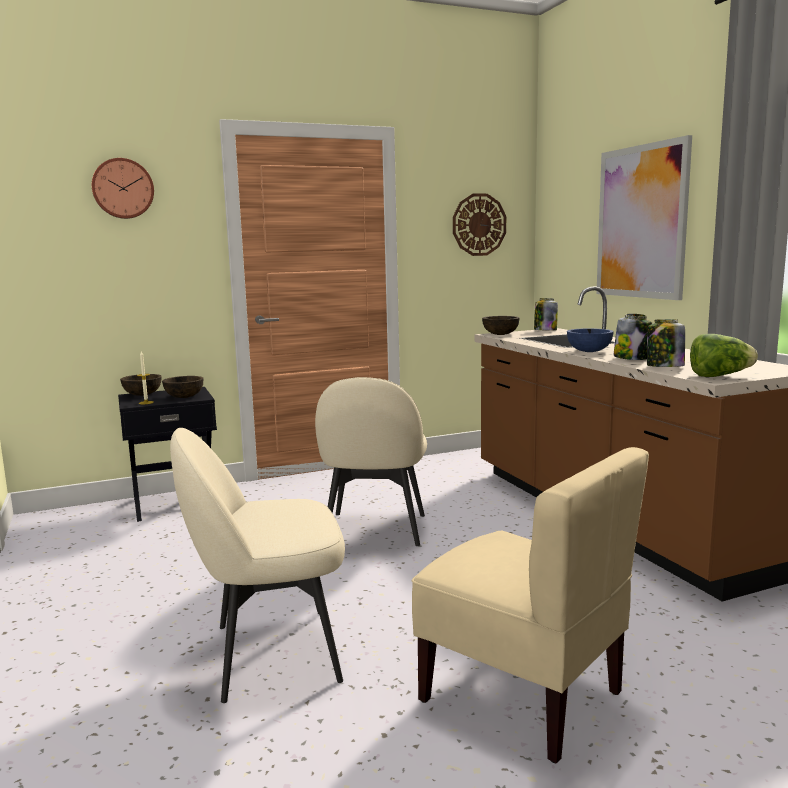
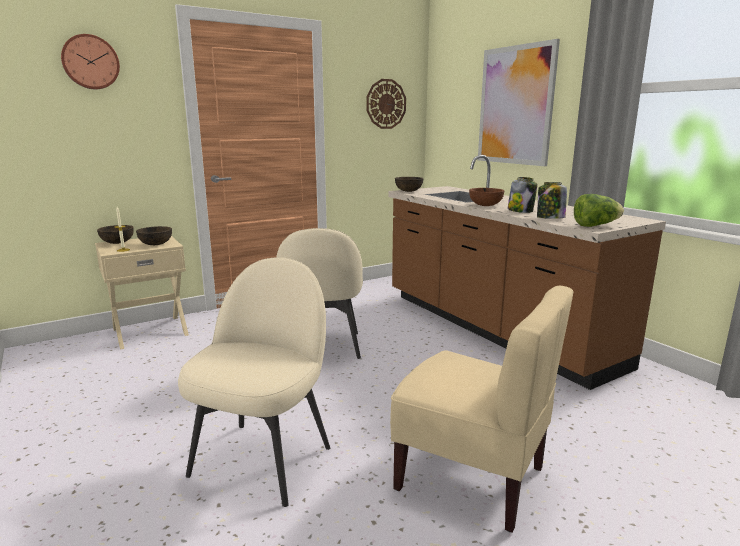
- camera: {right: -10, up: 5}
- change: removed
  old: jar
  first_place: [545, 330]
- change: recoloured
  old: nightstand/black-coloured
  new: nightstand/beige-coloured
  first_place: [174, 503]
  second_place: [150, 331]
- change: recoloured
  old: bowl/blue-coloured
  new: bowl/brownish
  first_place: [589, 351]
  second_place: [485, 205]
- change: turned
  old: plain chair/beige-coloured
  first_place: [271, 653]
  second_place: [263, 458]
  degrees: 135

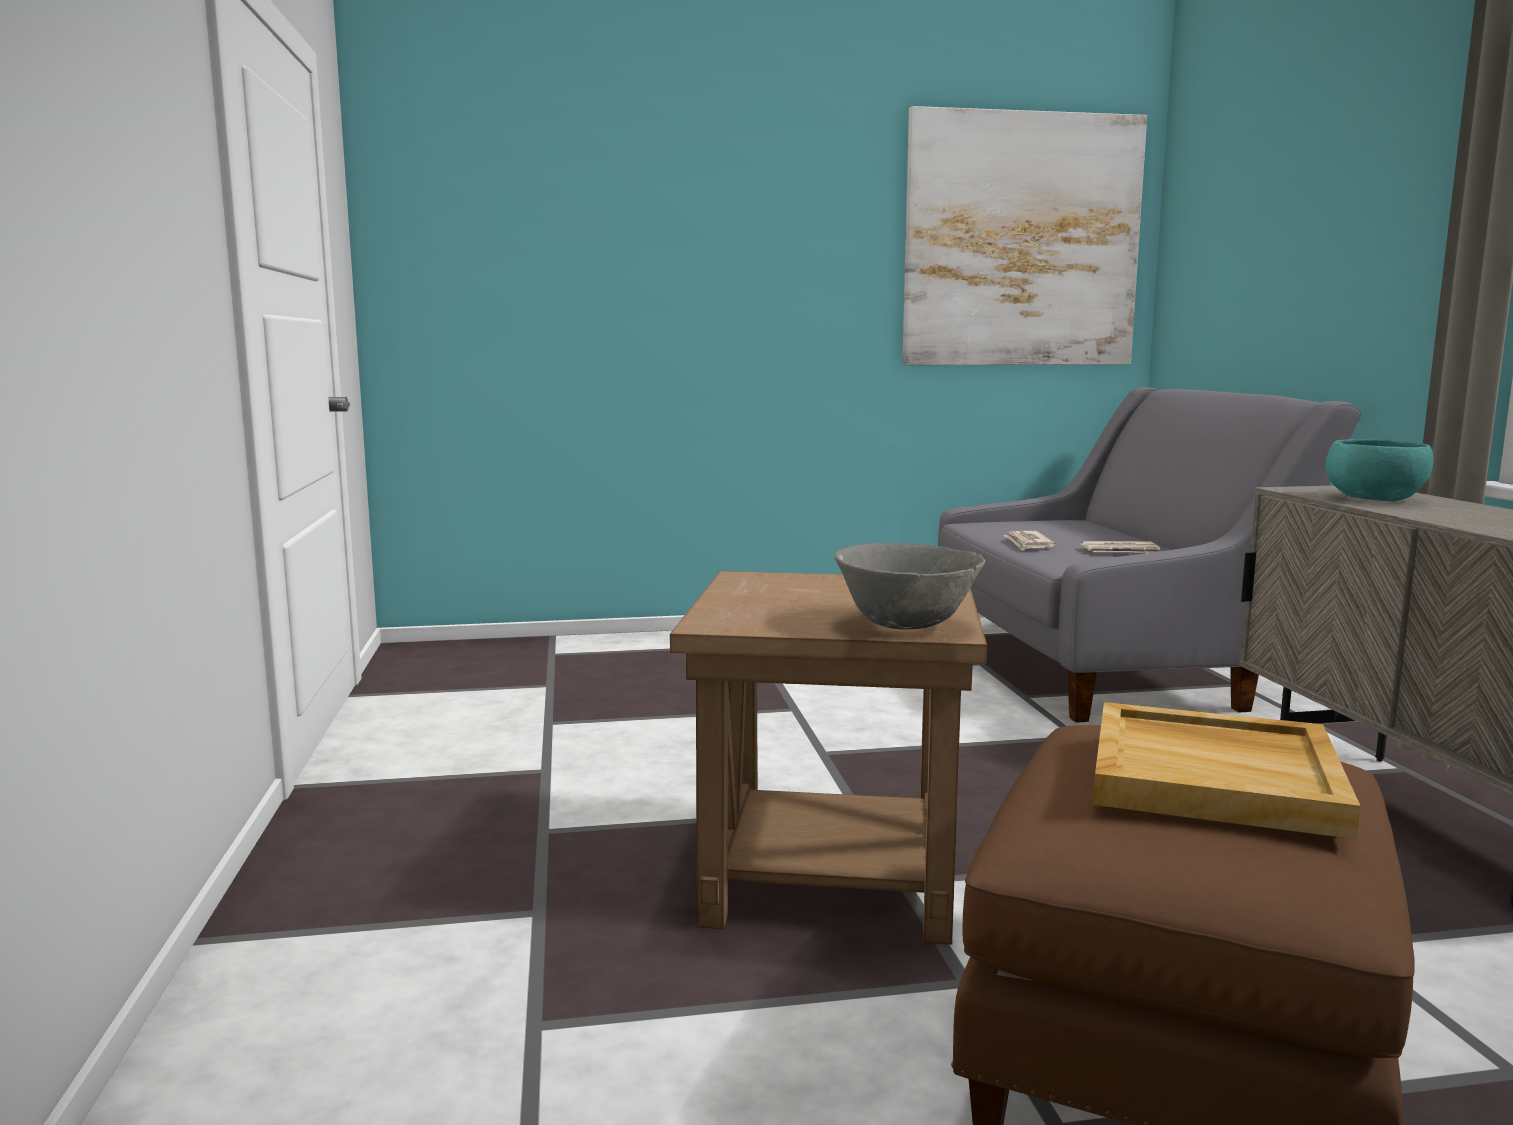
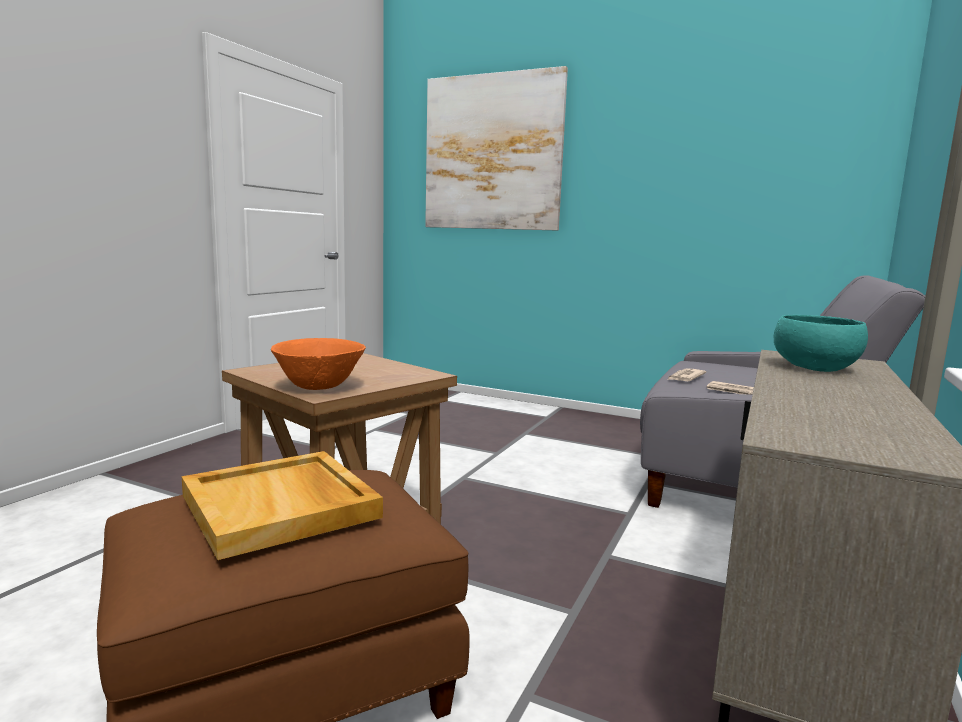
- camera: {right: 35, up: 0}
- change: moved
  old: wall art
  first_place: [1022, 241]
  second_place: [492, 153]
- change: recoloured
  old: bowl/grey
  new: bowl/orangey
  first_place: [906, 625]
  second_place: [320, 387]

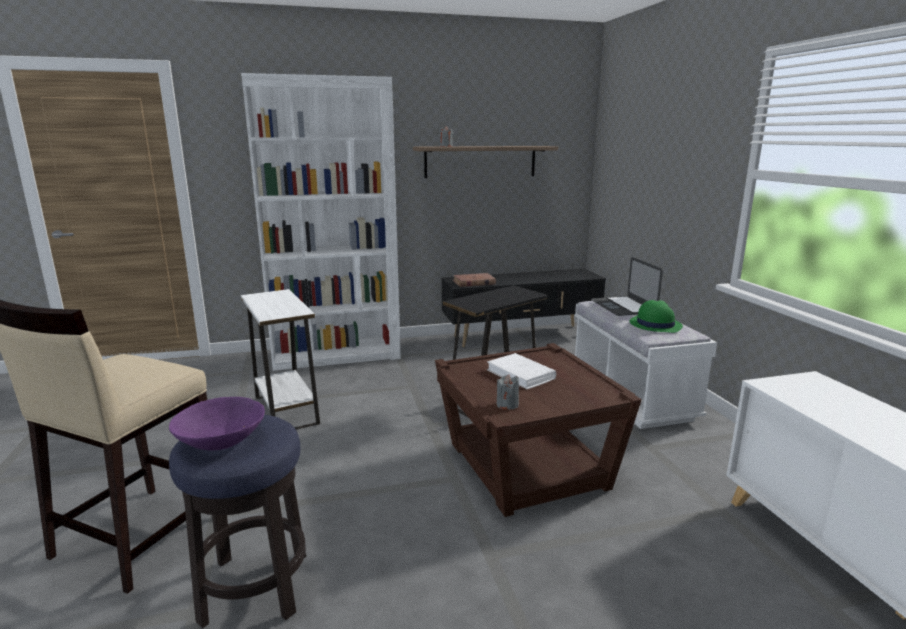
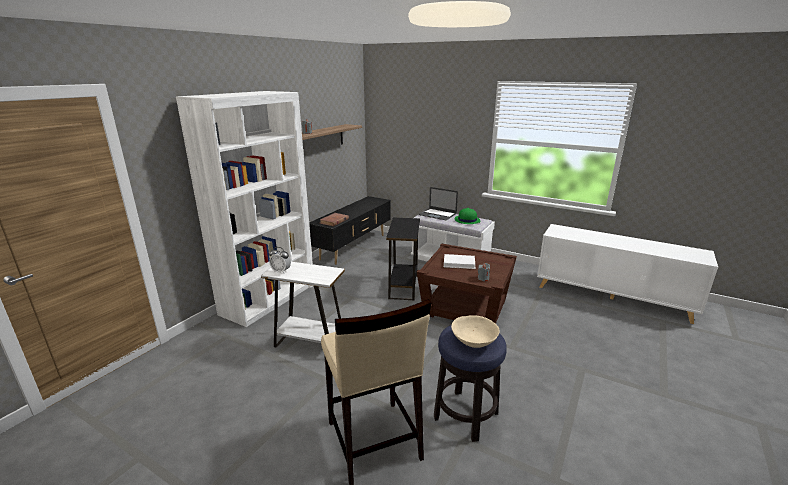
- camera: {right: -45, up: 5}
- change: added
  new: alarm clock
  second_place: [281, 271]
- change: recoloured
  old: bowl/purple-coloured
  new: bowl/beige-coloured
  first_place: [222, 440]
  second_place: [473, 341]

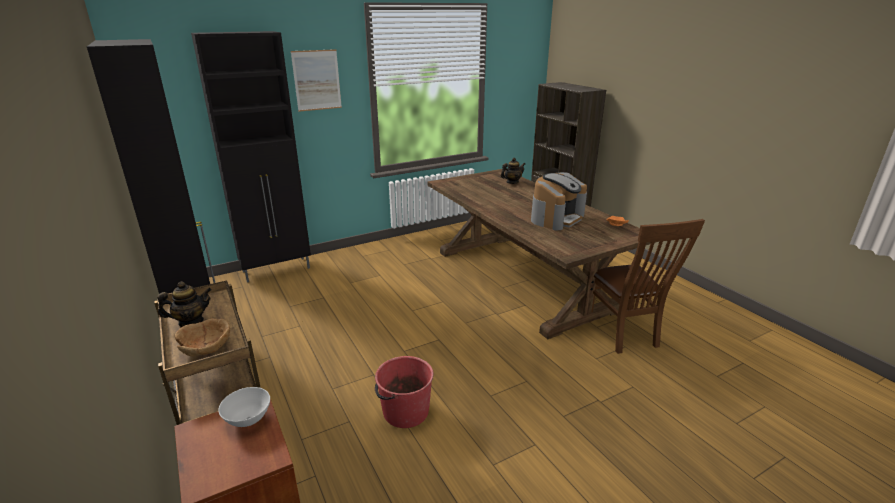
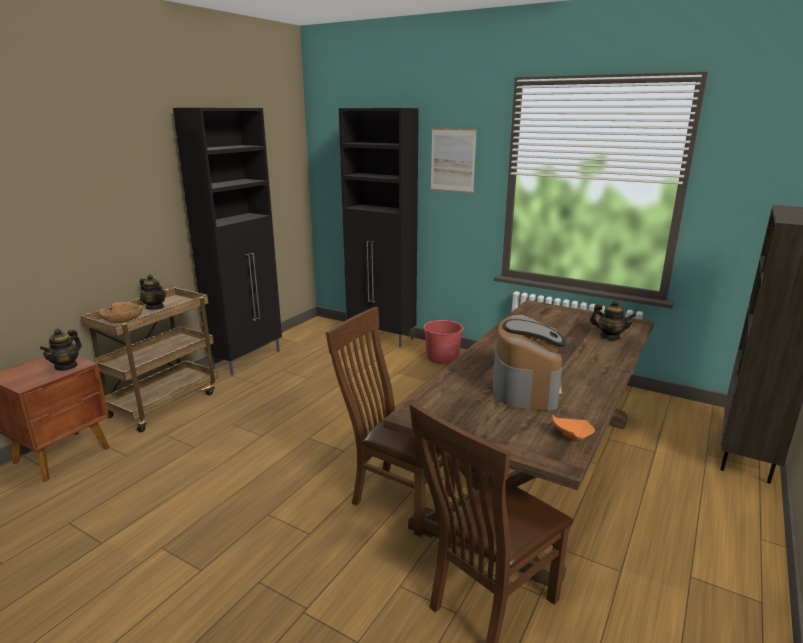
- camera: {right: 60, up: -5}
- change: added
  new: plain chair/brownish
  second_place: [397, 497]
- change: moved
  old: pail/red-coloured
  first_place: [405, 411]
  second_place: [442, 357]
- change: replaced
  old: bowl/whitish
  new: pot for tea
  first_place: [249, 420]
  second_place: [66, 366]
- change: turned
  old: coffee machine
  first_place: [556, 218]
  second_place: [526, 387]
  degrees: -90

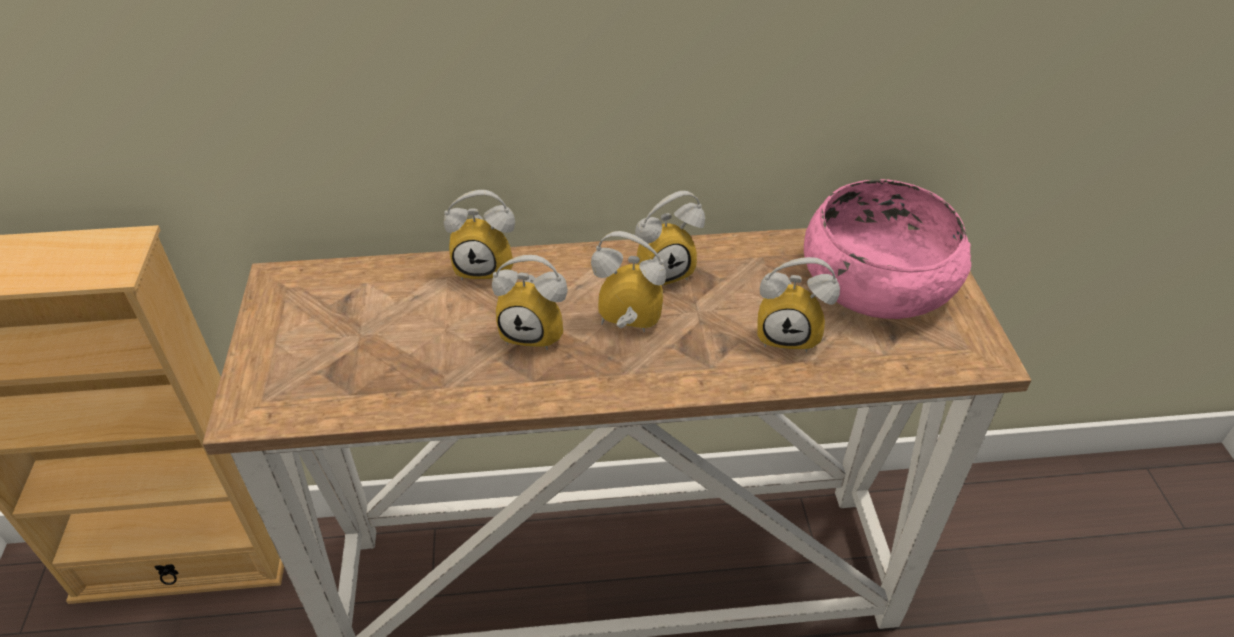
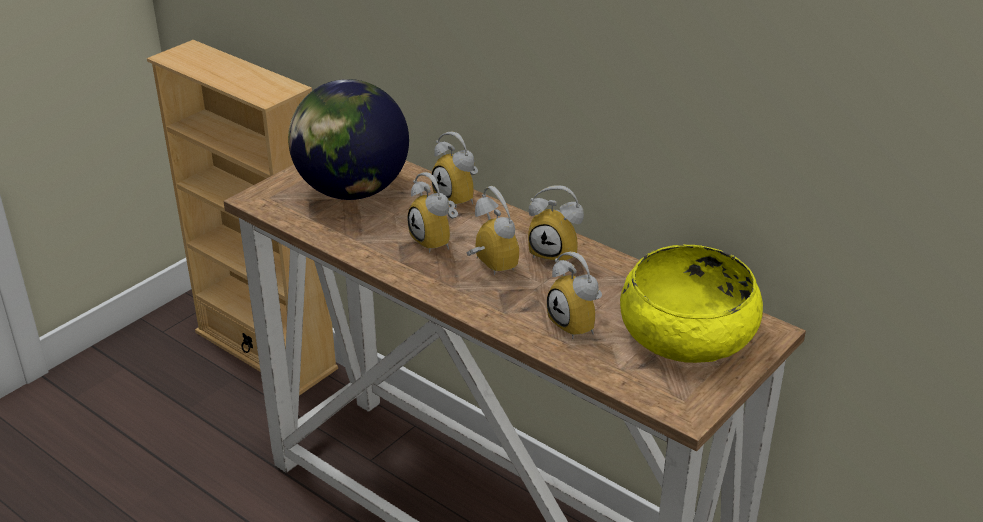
- camera: {right: 45, up: -10}
- change: added
  new: desk globe
  second_place: [351, 191]
- change: recoloured
  old: bowl/pink
  new: bowl/yellowish
  first_place: [877, 280]
  second_place: [687, 333]

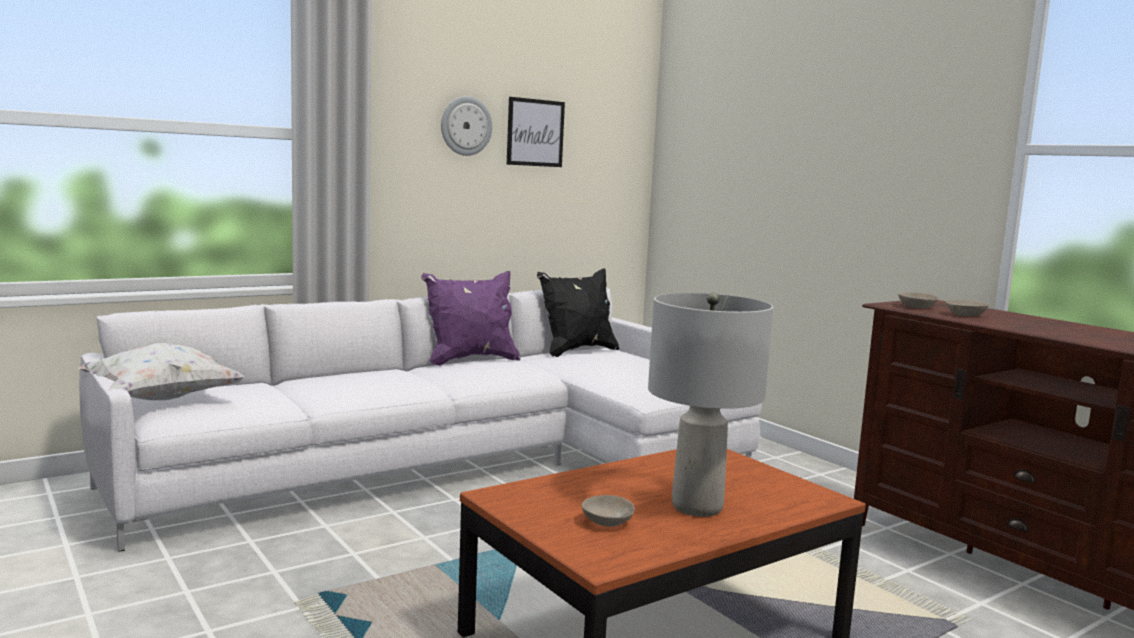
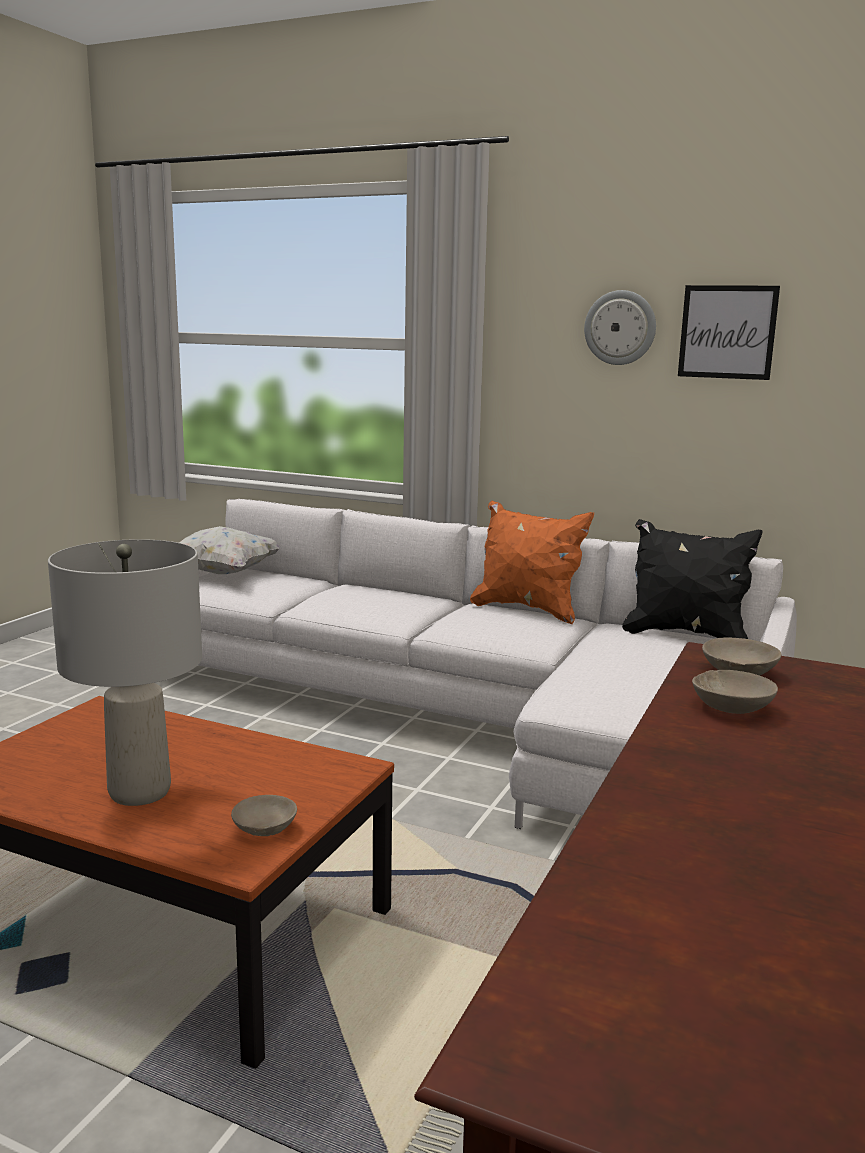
- camera: {right: 60, up: 5}
- change: moved
  old: bowl/beige-coloured
  first_place: [606, 521]
  second_place: [265, 827]
- change: recoloured
  old: cushion/purple-coloured
  new: cushion/orangey
  first_place: [470, 360]
  second_place: [527, 610]

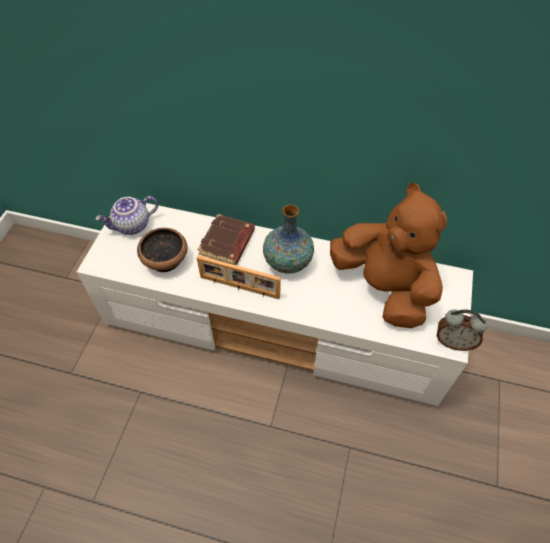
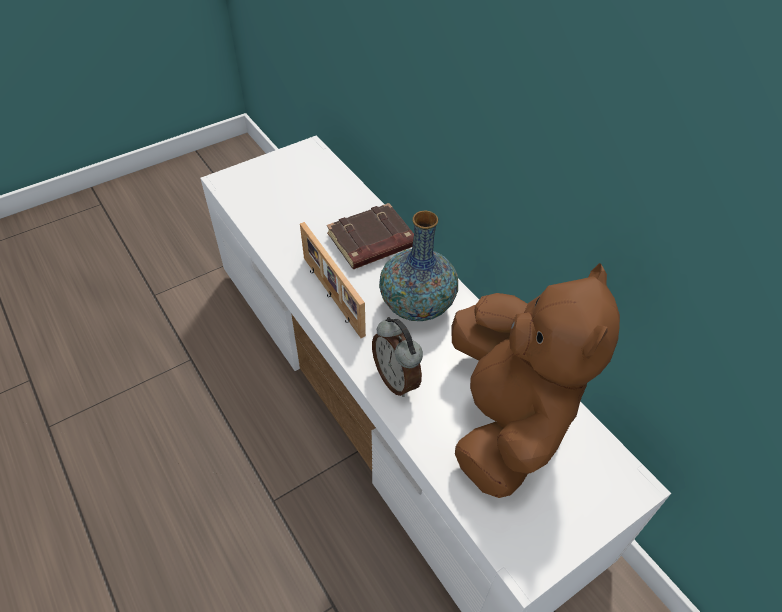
- camera: {right: 40, up: -5}
- change: removed
  old: pot for tea
  first_place: [132, 226]
- change: removed
  old: bowl
  first_place: [166, 260]
- change: moved
  old: alarm clock
  first_place: [453, 342]
  second_place: [397, 379]

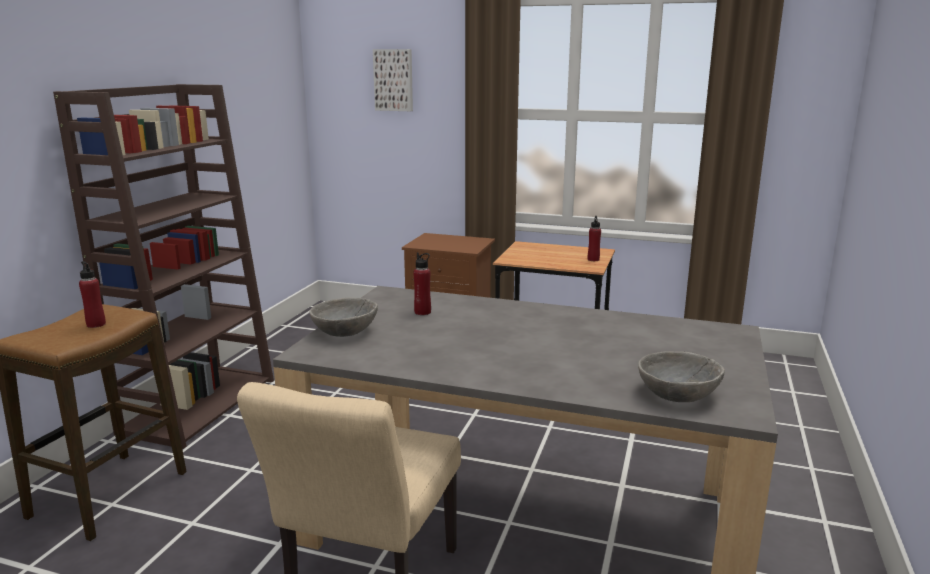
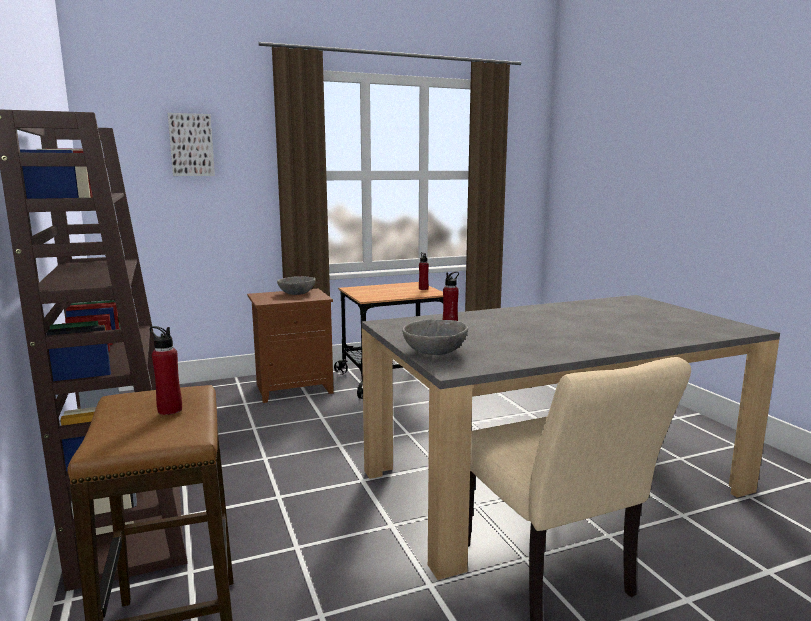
- camera: {right: -40, up: -5}
- change: moved
  old: bowl/grey
  first_place: [678, 394]
  second_place: [297, 293]

